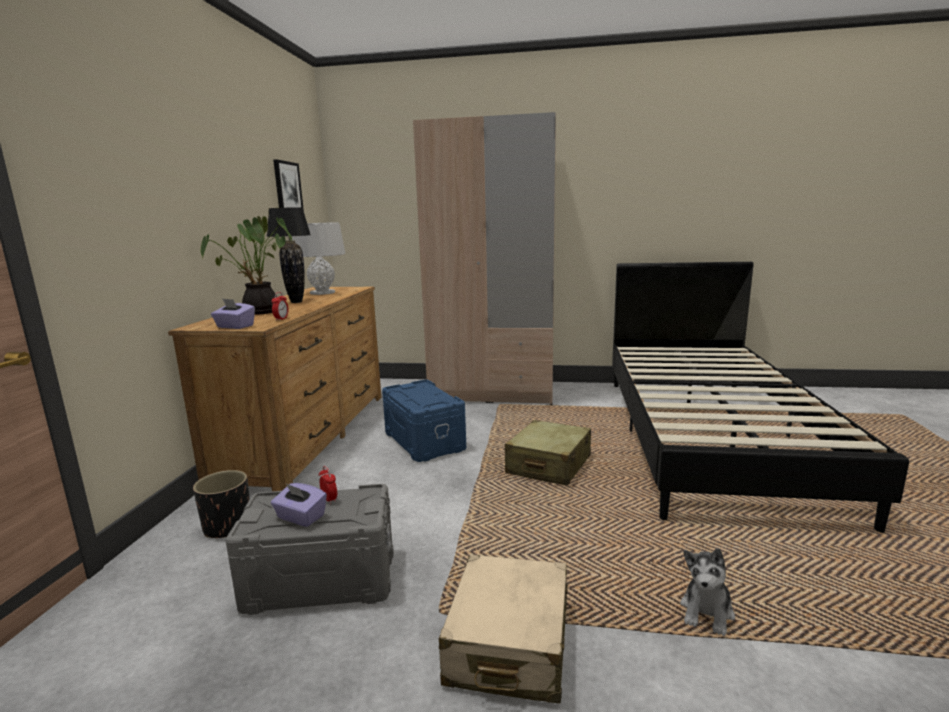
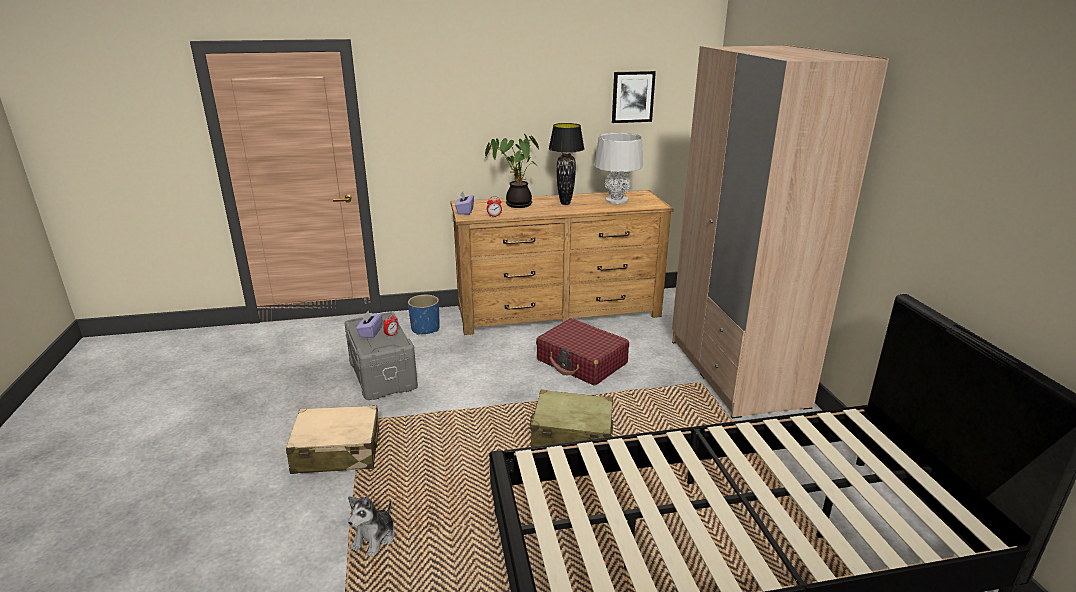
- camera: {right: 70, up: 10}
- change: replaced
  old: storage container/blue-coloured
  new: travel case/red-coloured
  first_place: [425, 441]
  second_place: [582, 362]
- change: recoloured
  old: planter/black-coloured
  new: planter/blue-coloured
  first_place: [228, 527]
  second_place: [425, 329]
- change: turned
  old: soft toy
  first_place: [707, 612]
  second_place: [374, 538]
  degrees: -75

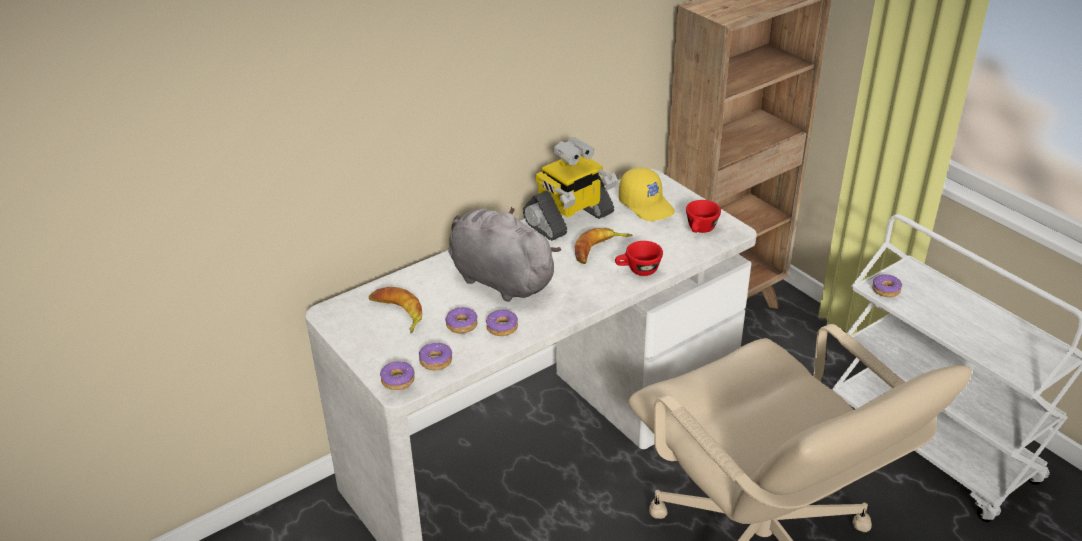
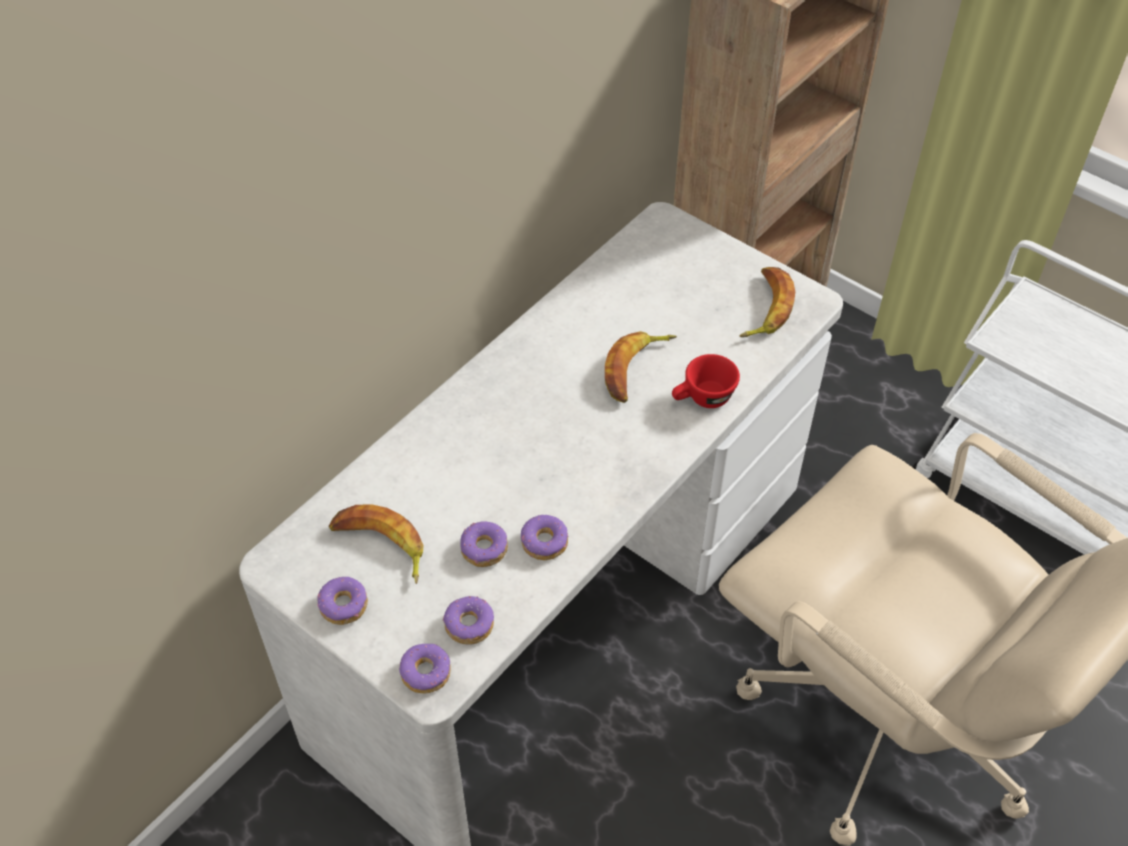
- camera: {right: -15, up: 15}
- change: removed
  old: soft toy/grey
  first_place: [498, 279]
- change: removed
  old: model robot
  first_place: [569, 220]
- change: removed
  old: baseball cap/yellowish
  first_place: [647, 205]
- change: moved
  old: ring doughnut
  first_place: [886, 290]
  second_place: [344, 606]
- change: replaced
  old: cup/red-coloured
  new: banana fruit
  first_place: [700, 230]
  second_place: [765, 308]

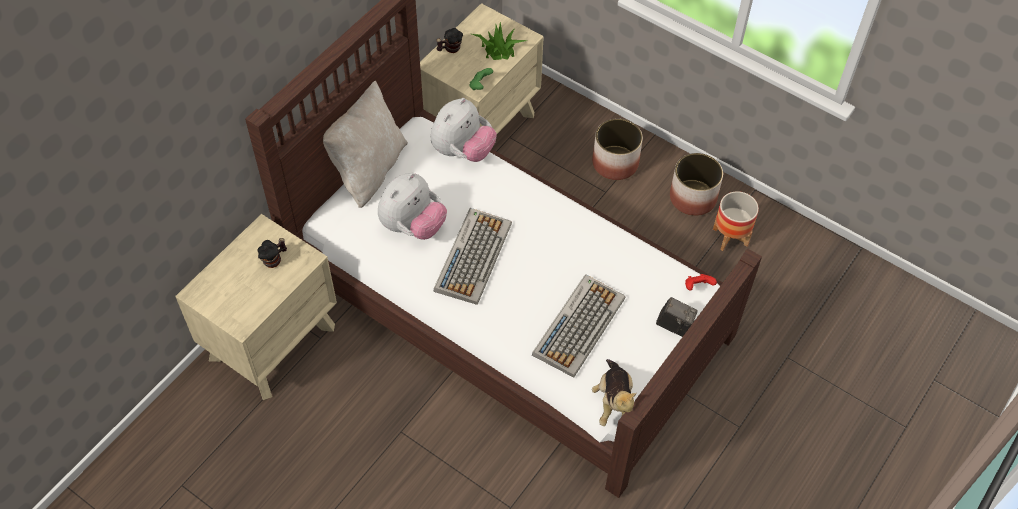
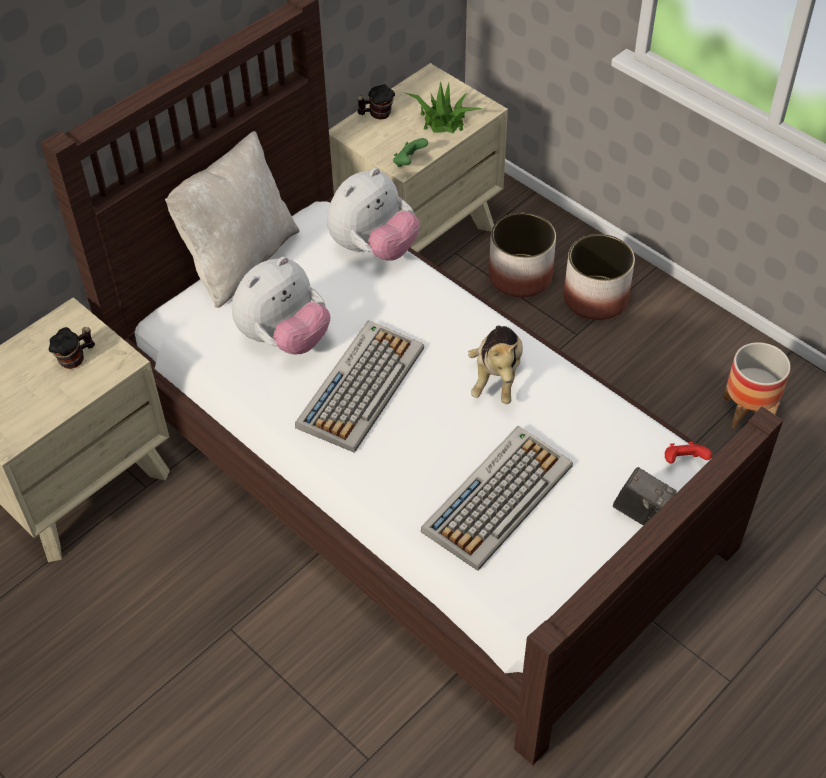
- camera: {right: 10, up: -5}
- change: moved
  old: soft toy
  first_place: [614, 403]
  second_place: [497, 376]
- change: moved
  old: planter
  first_place: [693, 197]
  second_place: [521, 276]

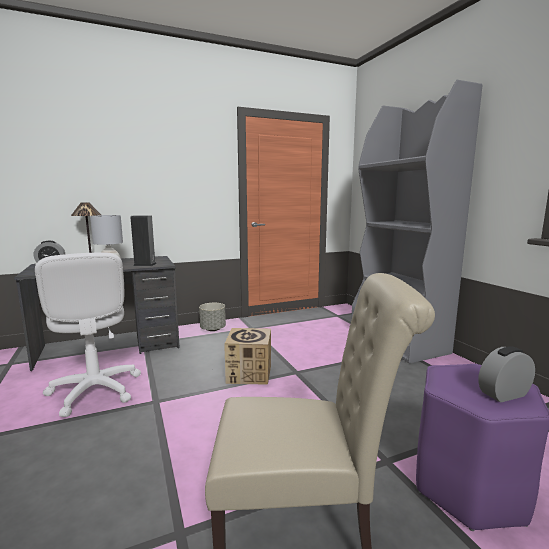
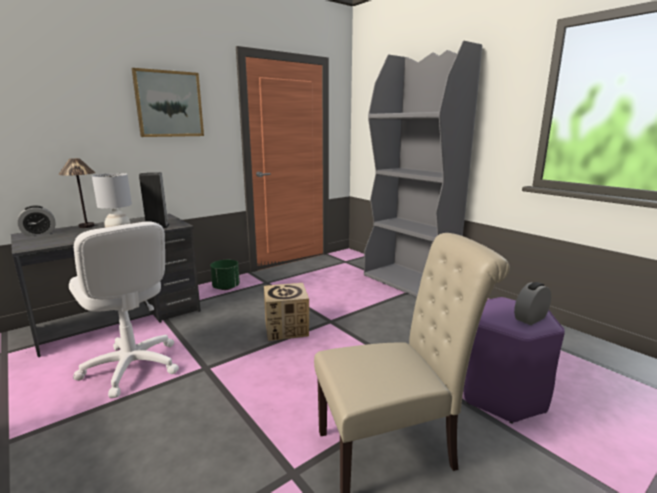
- camera: {right: -15, up: 5}
- change: added
  new: wall art
  second_place: [169, 104]
- change: recoloured
  old: planter/grey
  new: planter/green-coloured
  first_place: [212, 329]
  second_place: [226, 288]

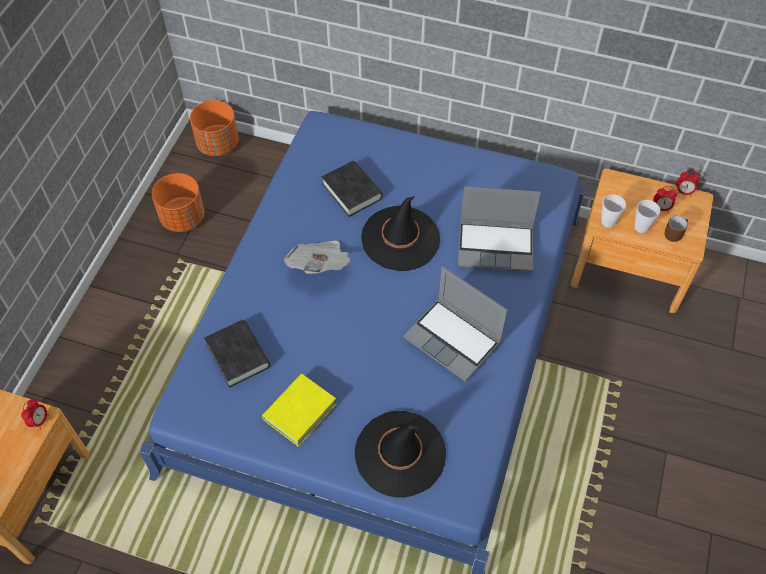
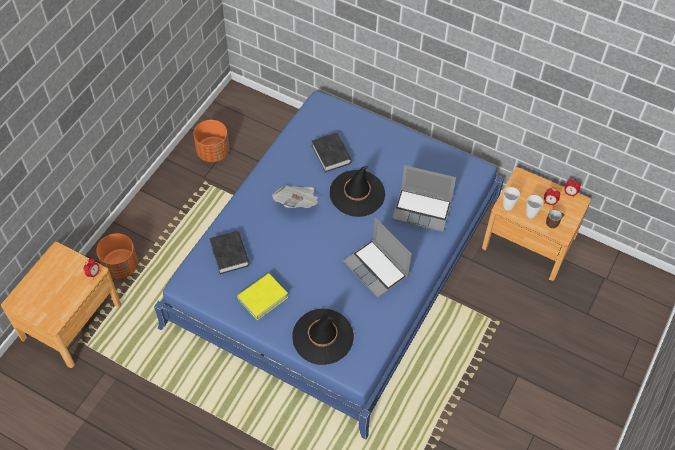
- camera: {right: 10, up: 0}
- change: moved
  old: planter/orangey
  first_place: [218, 144]
  second_place: [121, 266]

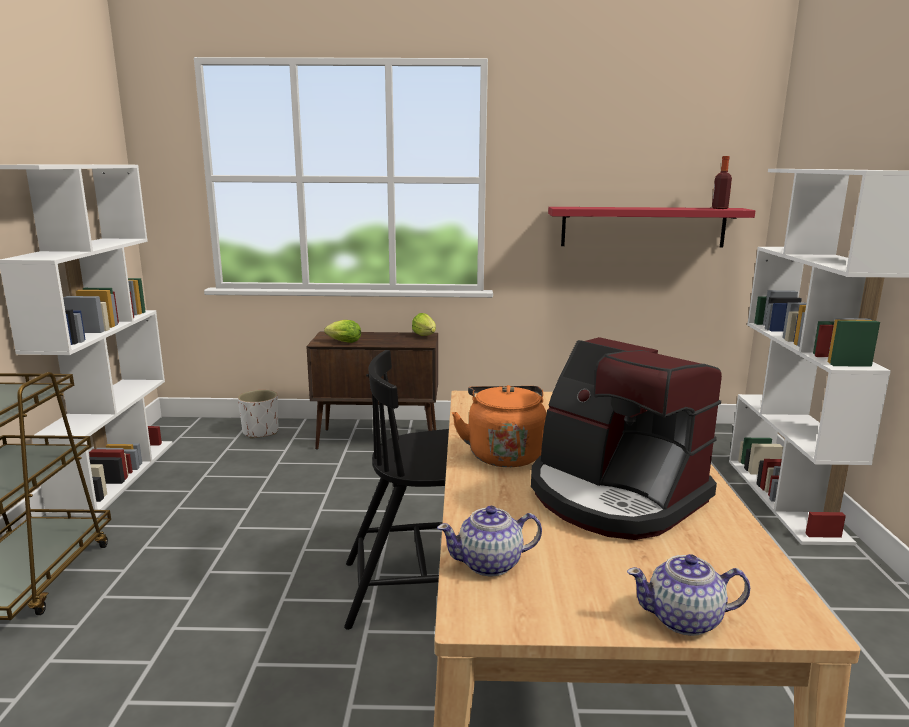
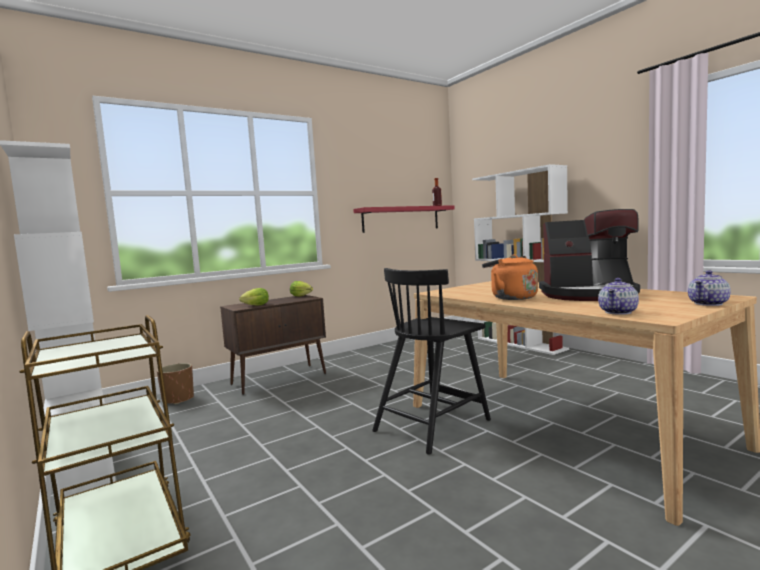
- camera: {right: -35, up: -10}
- change: recoloured
  old: planter/whitish
  new: planter/brownish
  first_place: [261, 432]
  second_place: [178, 399]

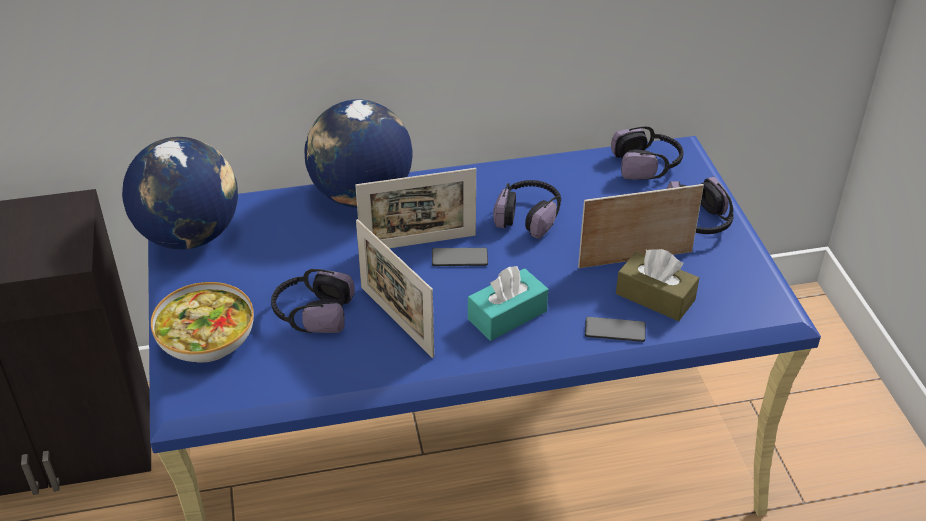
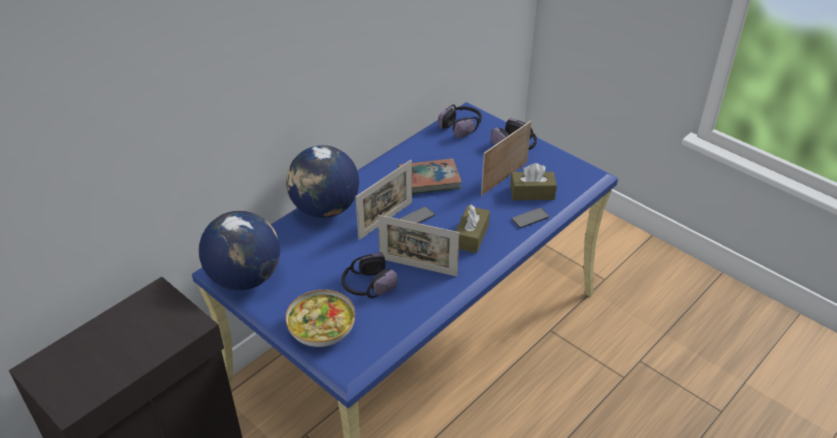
- camera: {right: -35, up: 0}
- change: replaced
  old: headset
  new: volume
  first_place: [529, 216]
  second_place: [429, 180]
- change: recoloured
  old: tissue holder/turquoise-coloured
  new: tissue holder/brownish
  first_place: [507, 315]
  second_place: [471, 236]

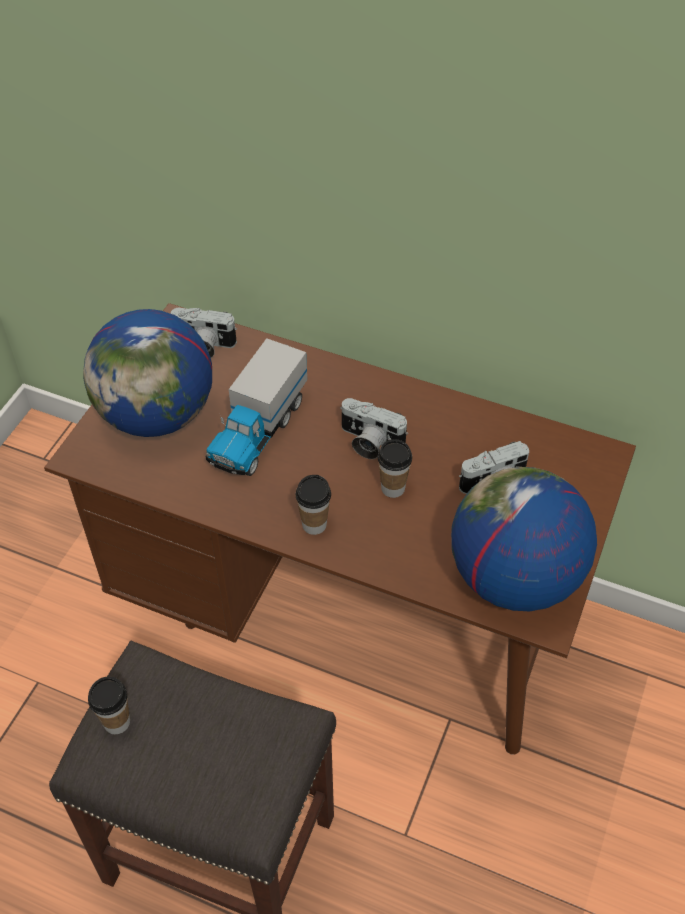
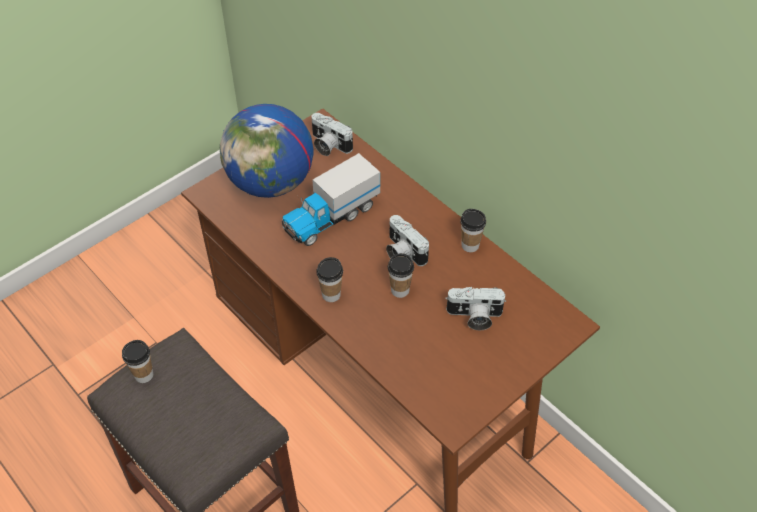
- camera: {right: 25, up: 0}
- change: removed
  old: desk globe
  first_place: [513, 577]
- change: added
  new: cup
  second_place: [470, 245]

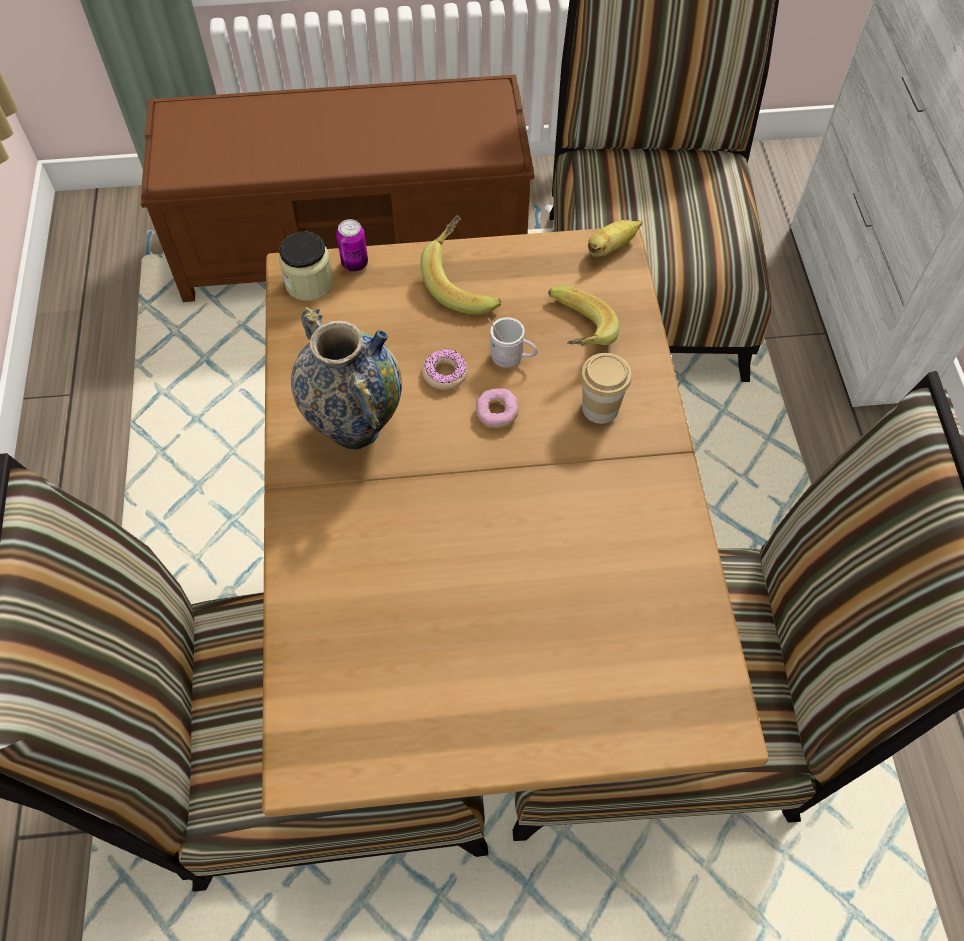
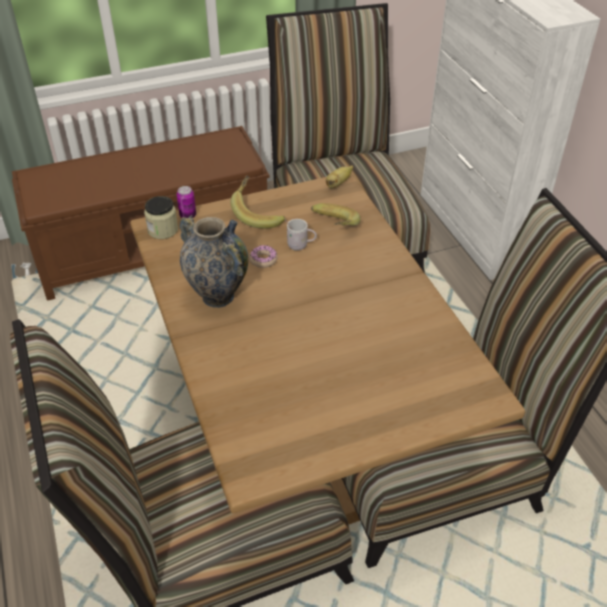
- camera: {right: -15, up: -15}
- change: removed
  old: ring doughnut
  first_place: [497, 414]
- change: removed
  old: cup
  first_place: [600, 408]

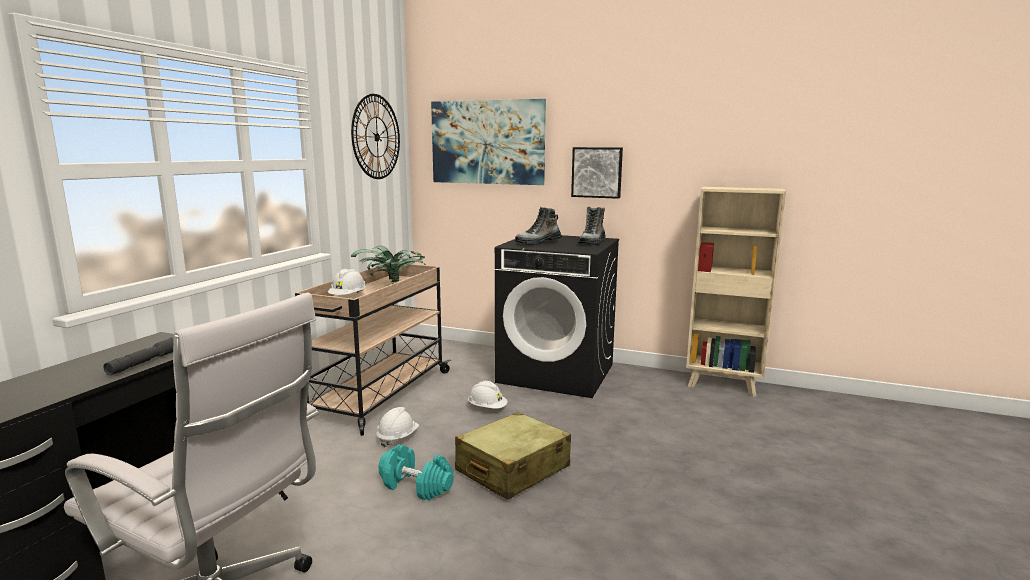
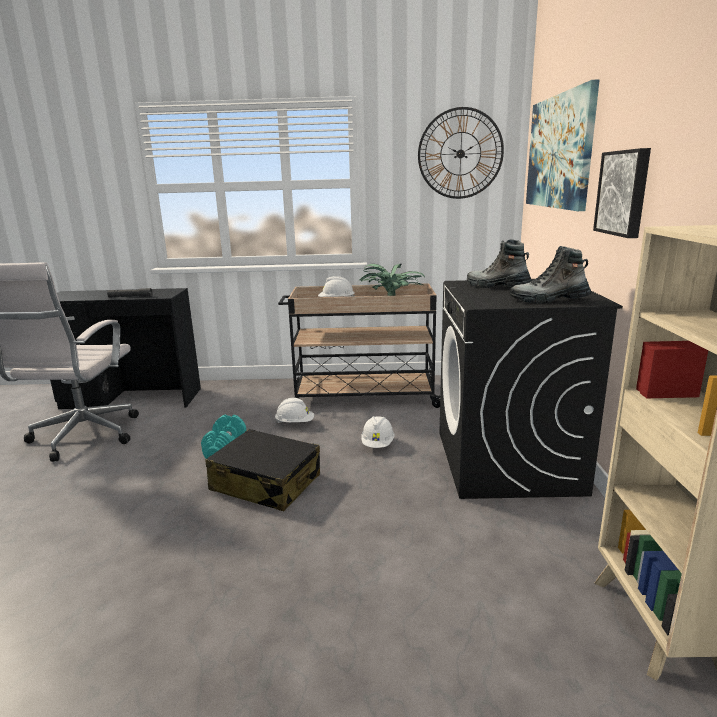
- camera: {right: 70, up: 5}
- change: recoloured
  old: travel case/beige-coloured
  new: travel case/black-coloured
  first_place: [512, 469]
  second_place: [266, 483]

